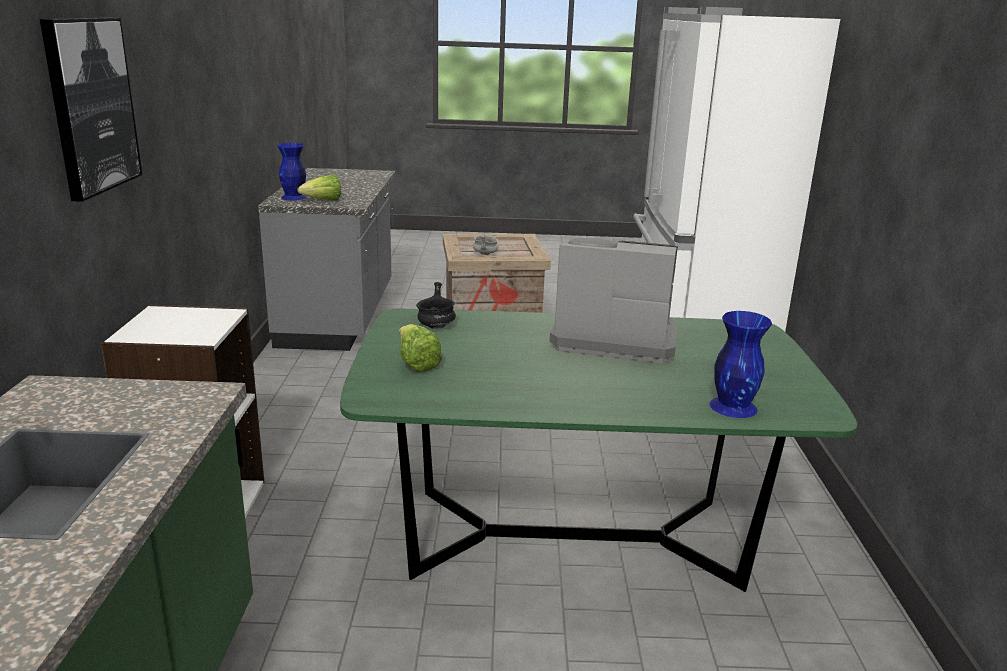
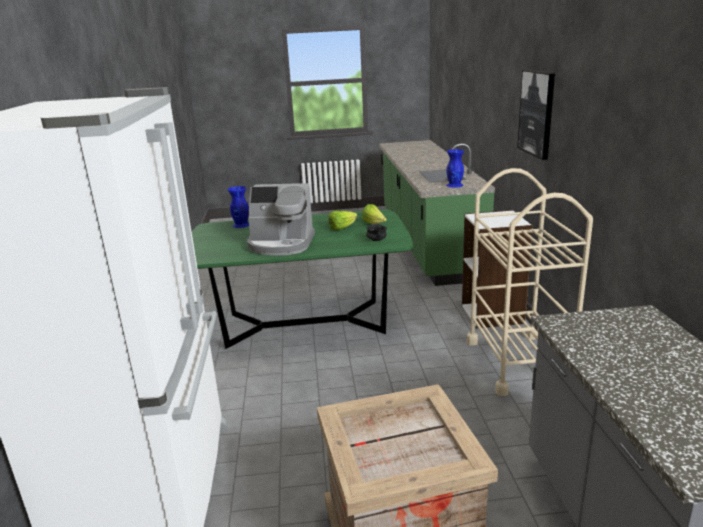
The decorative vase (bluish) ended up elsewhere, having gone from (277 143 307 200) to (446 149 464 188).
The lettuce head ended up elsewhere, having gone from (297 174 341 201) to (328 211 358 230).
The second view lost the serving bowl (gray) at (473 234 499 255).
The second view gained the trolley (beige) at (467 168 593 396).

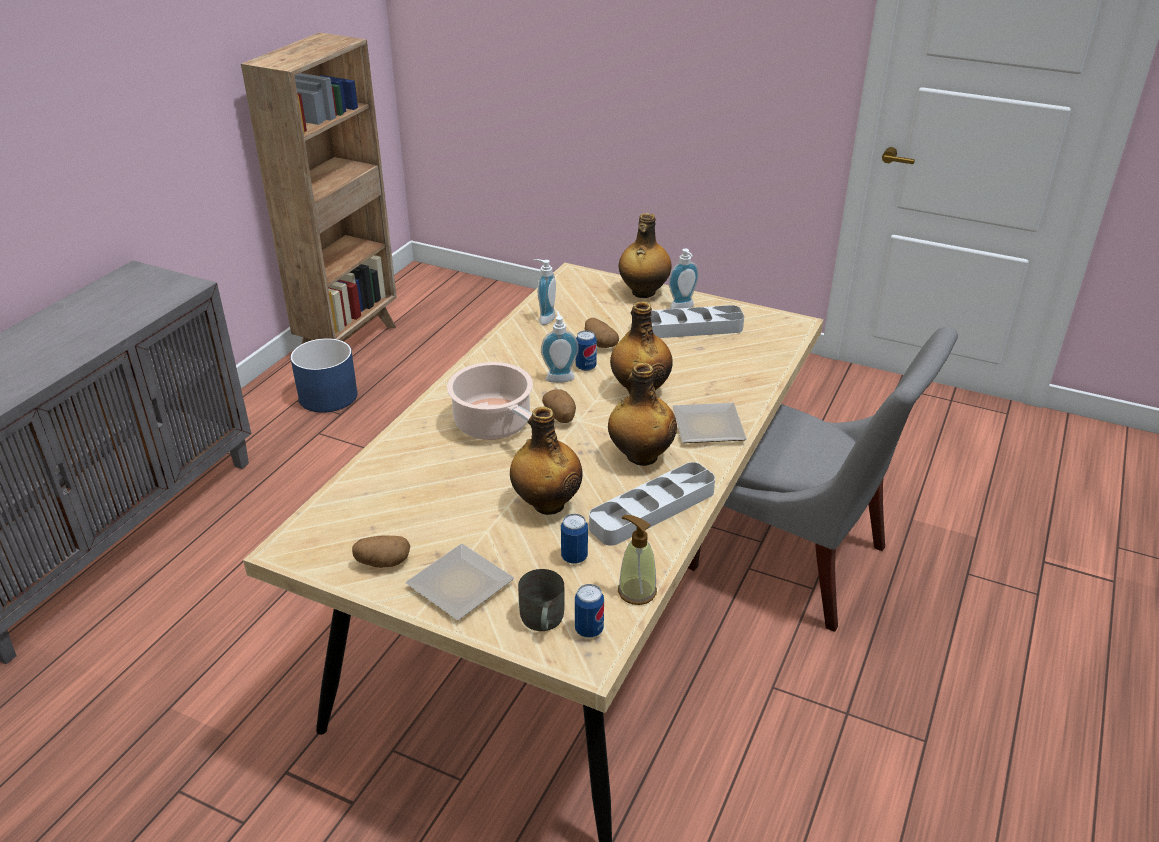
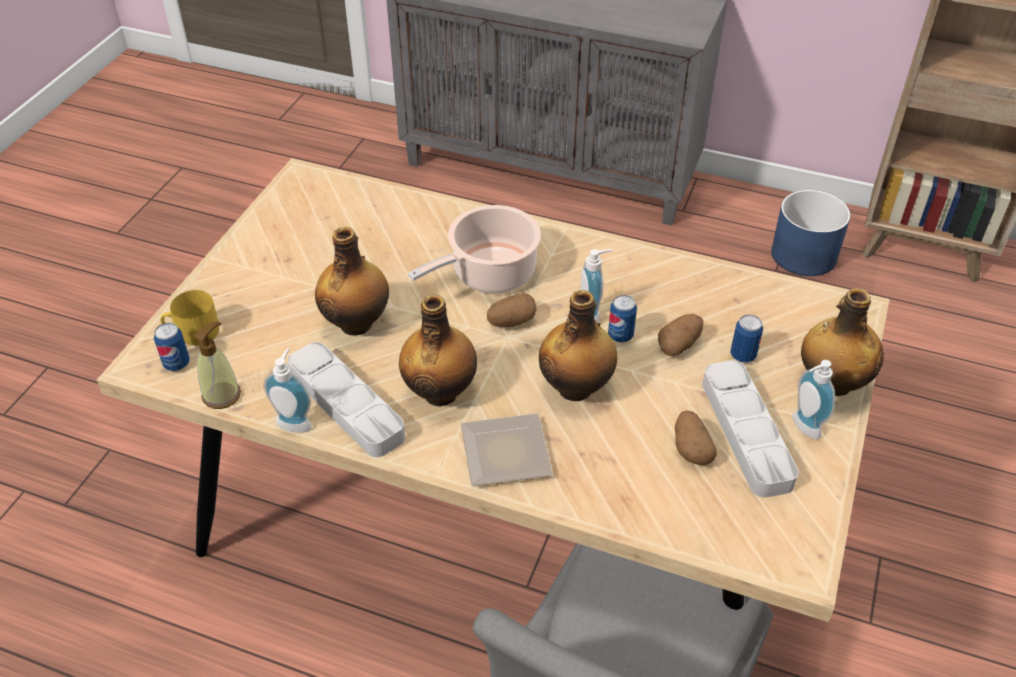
The spud ended up elsewhere, having gone from (352 536 410 568) to (675 410 717 465).
The second view lost the dinner plate at (405 544 514 620).
What was the coffee mug (gray) at (518 569 565 631) turned into the coffee mug (yellow-coloured) at (160 290 219 346).
The liquid soap bottle ended up elsewhere, having gone from (533 259 556 325) to (264 348 312 433).
The can ended up elsewhere, having gone from (561 514 588 564) to (730 314 763 363).

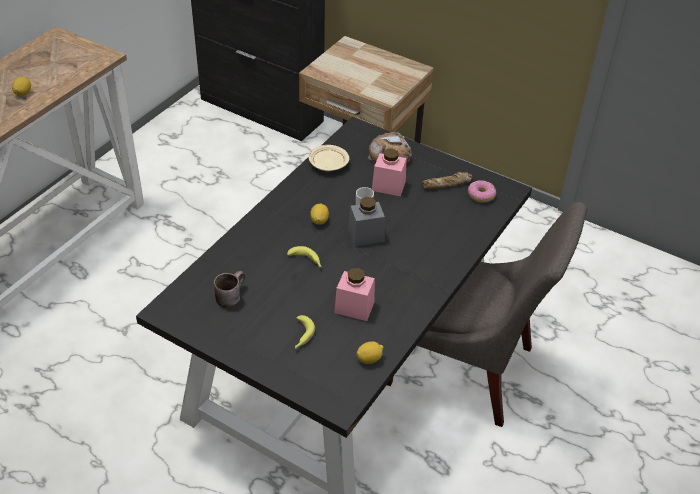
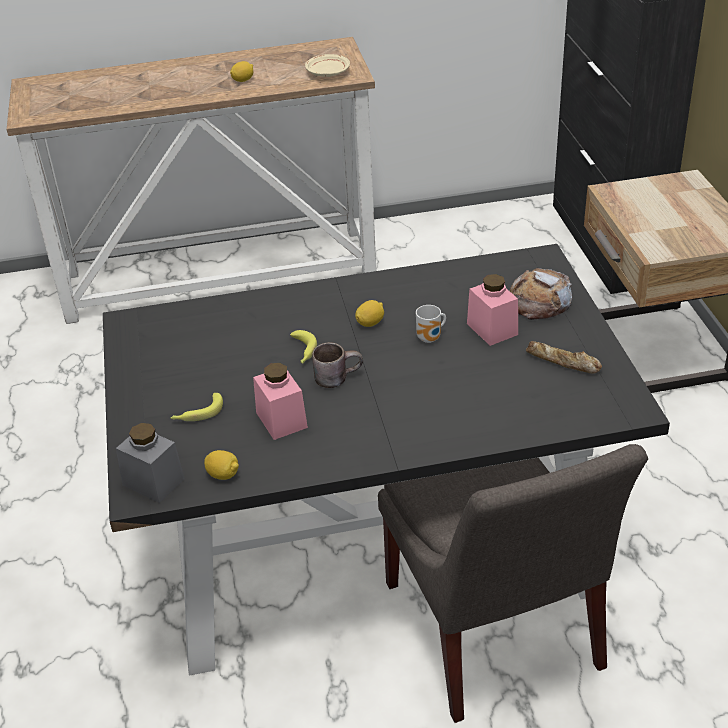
The coffee mug (brown-coloured) ended up elsewhere, having gone from (214 271 245 308) to (312 342 363 388).
The dinner plate (beige) ended up elsewhere, having gone from (309 145 349 171) to (305 54 350 77).
The preserve jar (gray) ended up elsewhere, having gone from (348 197 385 246) to (116 423 185 503).
The second view lost the doughnut at (468 180 496 202).

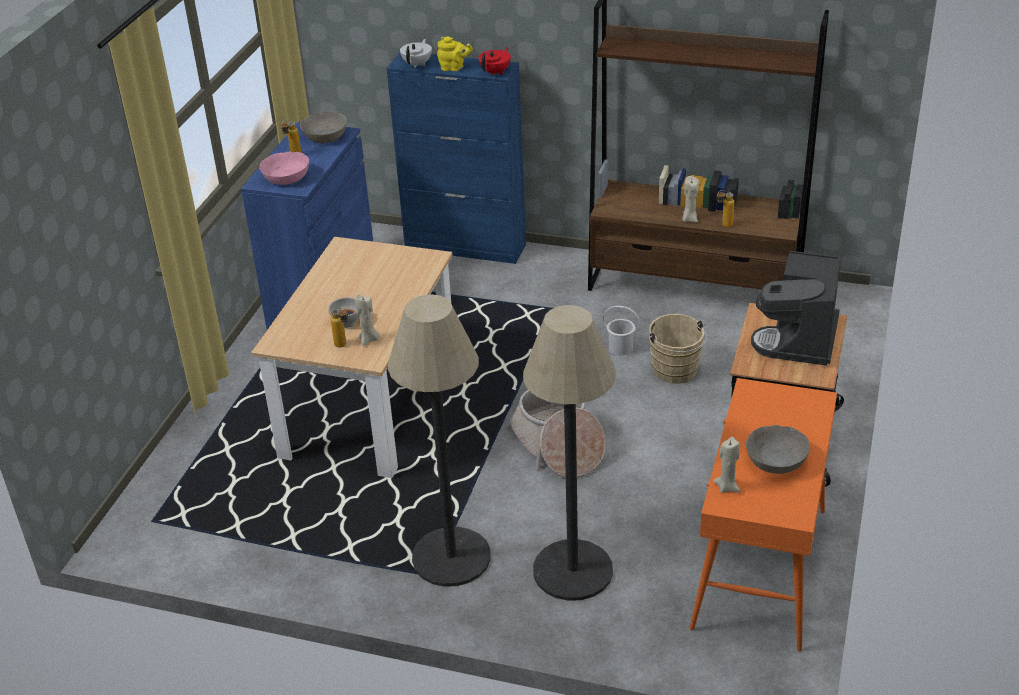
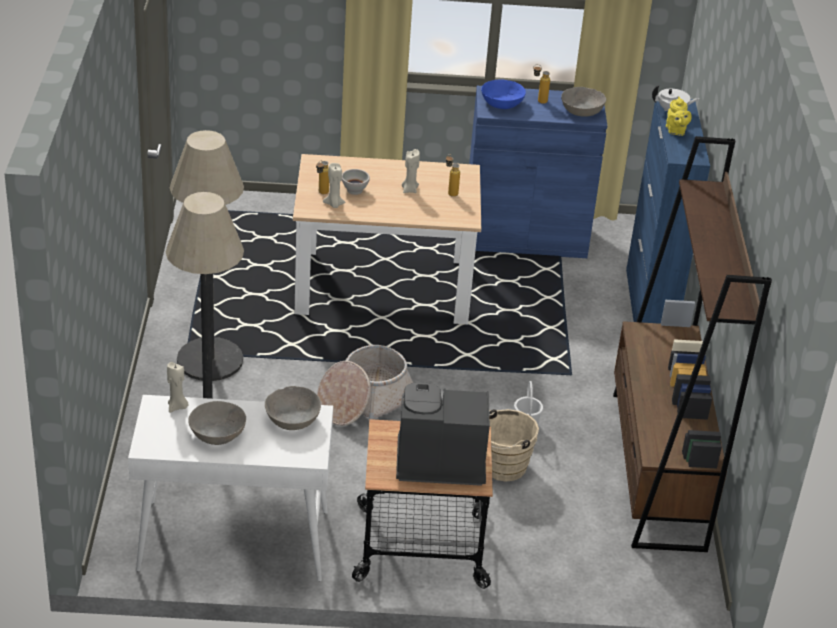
What was the serving bowl (pinkish) at (260 151 309 185) turned into the serving bowl (bluish) at (481 79 526 109).
The second view lost the tea pot (reddish) at (478 47 511 76).
The wax light (beige) ended up elsewhere, having gone from (682 176 699 222) to (402 149 420 193).
What was the console table (orange) at (690 378 837 651) turned into the console table (white-coloured) at (128 395 333 582).
The bottle ended up elsewhere, having gone from (717 190 734 227) to (446 154 460 197).
The second view gained the serving bowl (gray) at (265 386 321 430).

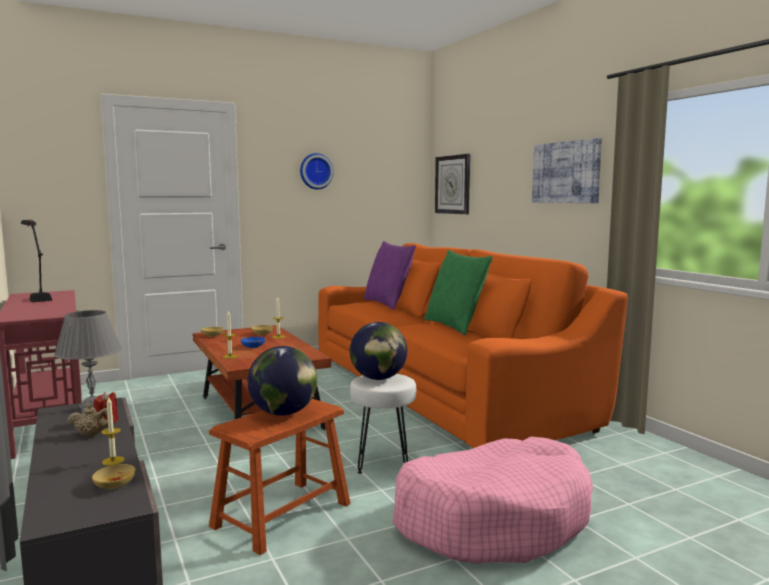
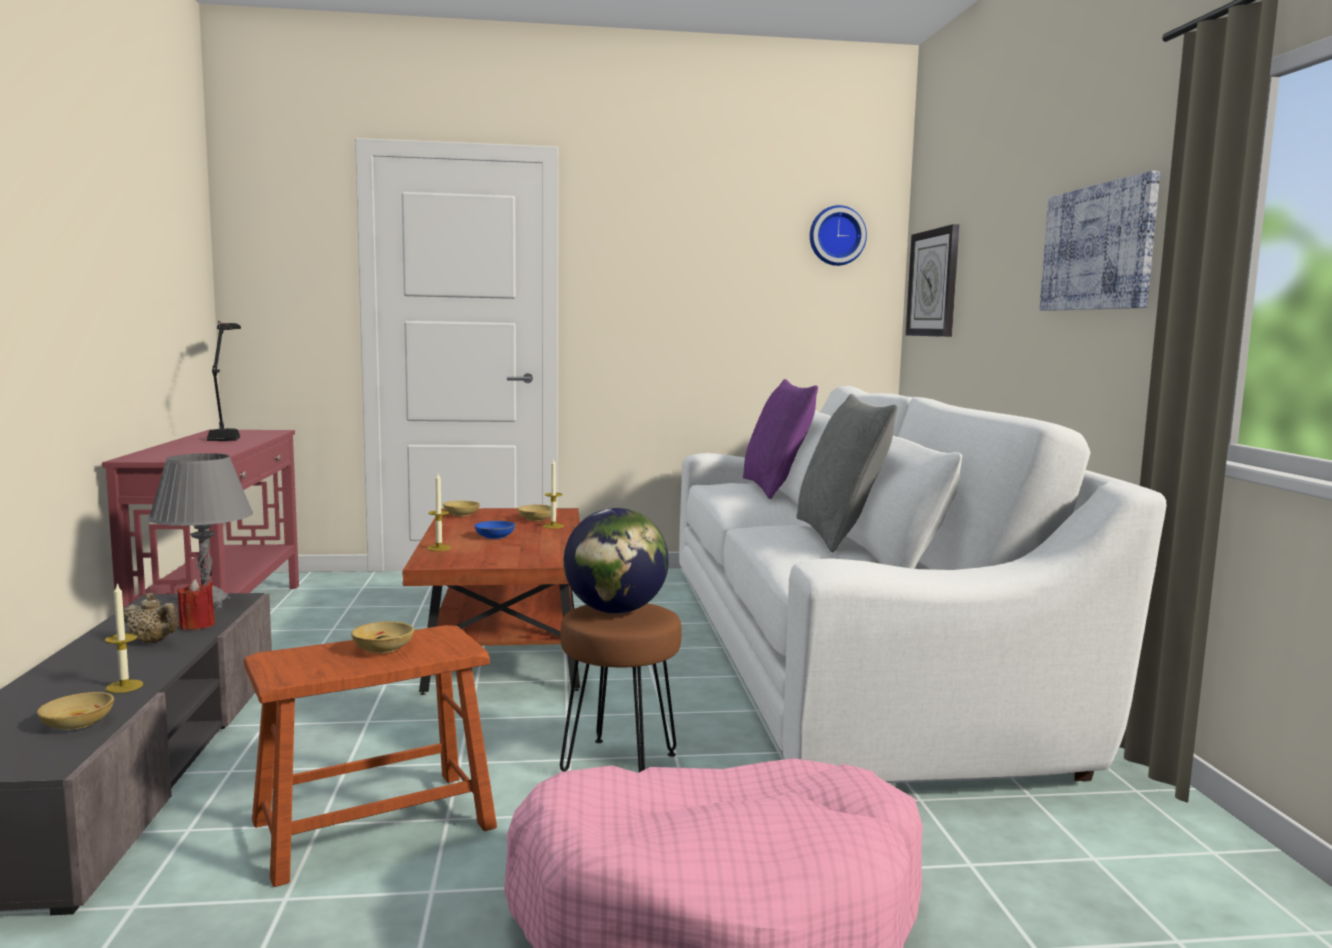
Where the world globe stood at (248 346 317 416), the serving bowl (beige) came to stand at (351 621 414 653).
The wall clock ended up elsewhere, having gone from (300 153 334 189) to (810 205 867 266).
What was the couch (orange) at (318 243 628 448) turned into the couch (white-coloured) at (679 386 1166 783).
What was the stool (white-coloured) at (350 374 416 474) turned into the stool (brown-coloured) at (560 603 682 772).
What was the cushion (green) at (424 250 493 335) turned into the cushion (gray) at (796 394 898 552).

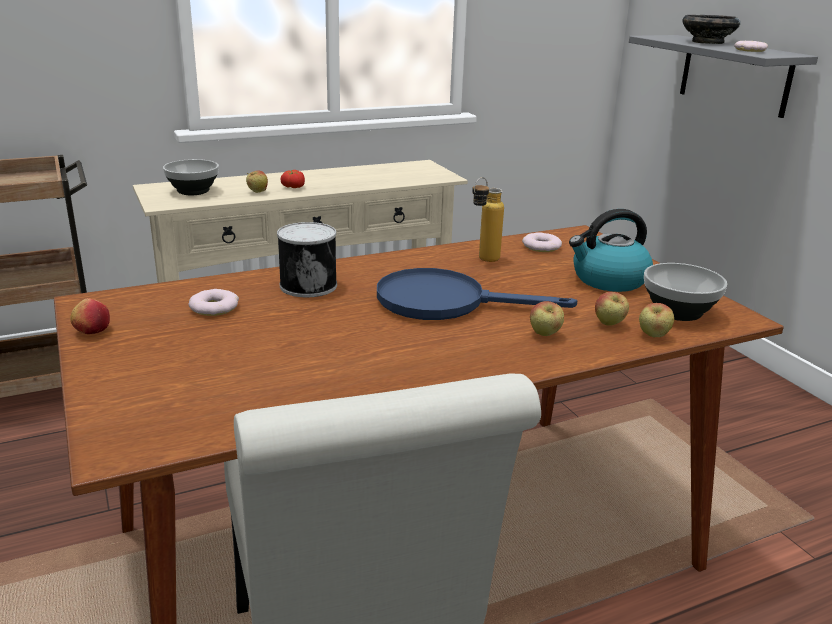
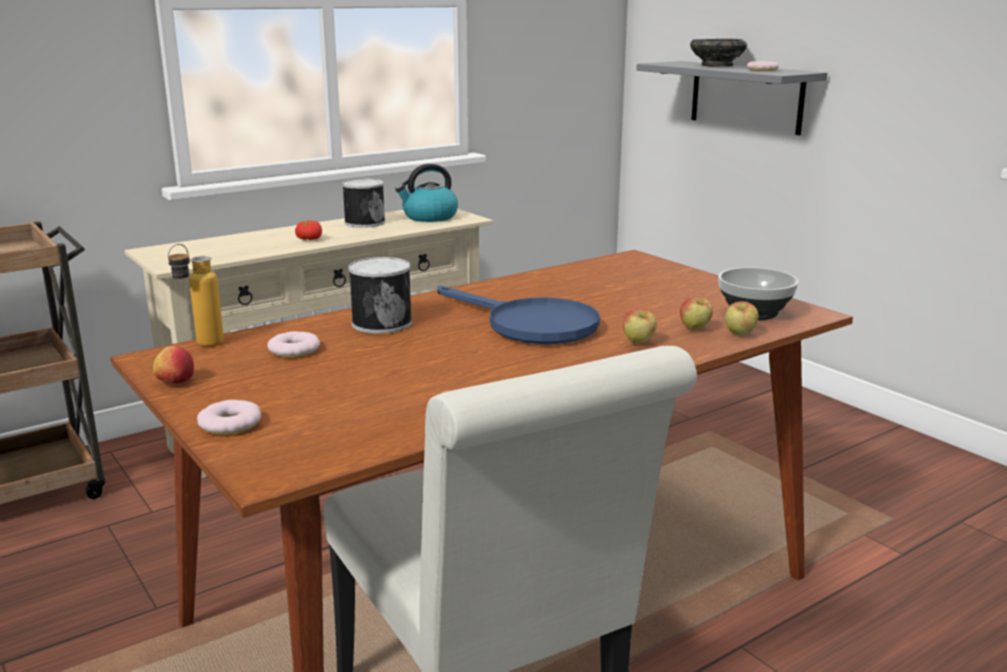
The second view lost the serving bowl at (163 159 219 195).
The second view lost the whole apple at (246 171 268 193).
The pan (bluish) at (377 268 577 320) ended up facing another way, 135 degrees counterclockwise from before.
The bottle ended up elsewhere, having gone from (472 177 504 262) to (168 244 224 347).
The doughnut ended up elsewhere, having gone from (522 232 562 252) to (197 400 261 435).
The kettle ended up elsewhere, having gone from (569 209 653 292) to (395 164 458 222).
The second view gained the can at (342 179 385 228).

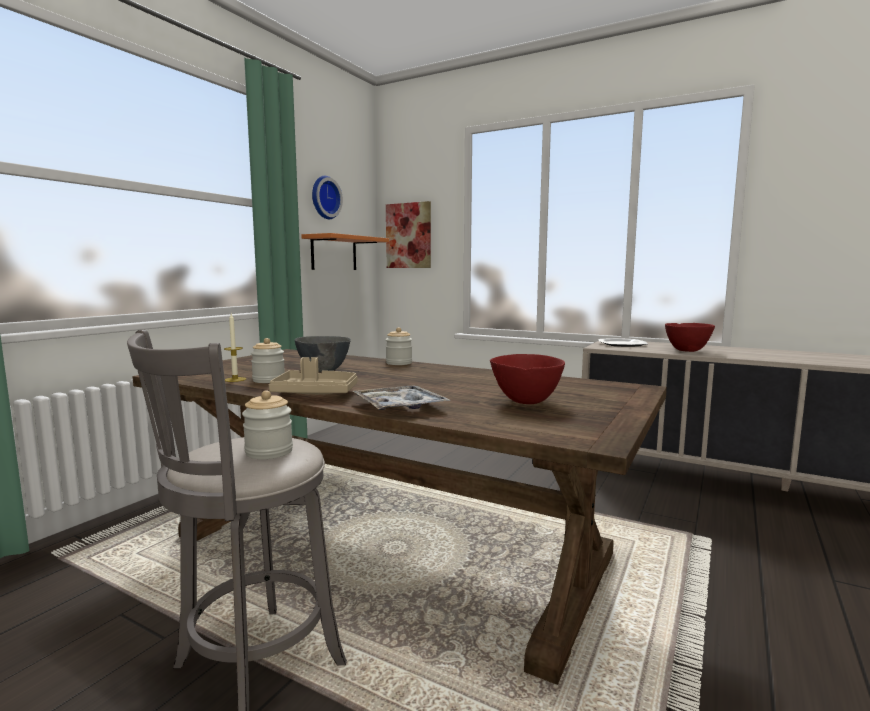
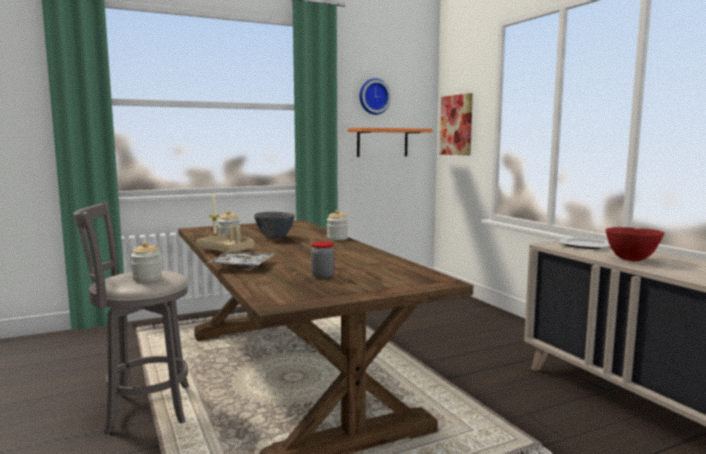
Where the serving bowl (reddish) stood at (490 354 565 404), the preserve jar came to stand at (311 242 335 279).

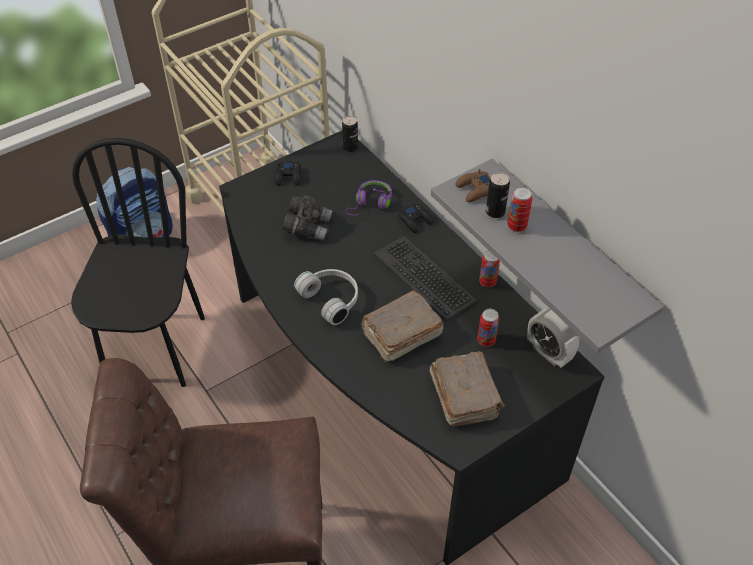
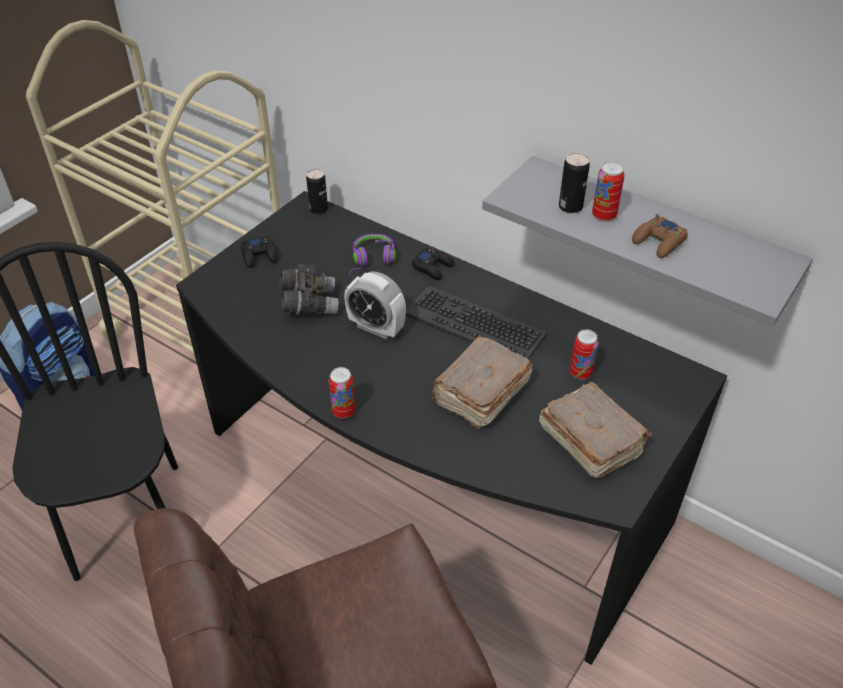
The second view lost the headphones (white-coloured) at (294 269 358 325).
The gamepad (brown-coloured) ended up elsewhere, having gone from (456 169 491 202) to (632 214 688 258).
The can ended up elsewhere, having gone from (479 250 500 287) to (329 367 355 418).
The alarm clock ended up elsewhere, having gone from (527 309 579 368) to (344 272 406 339).

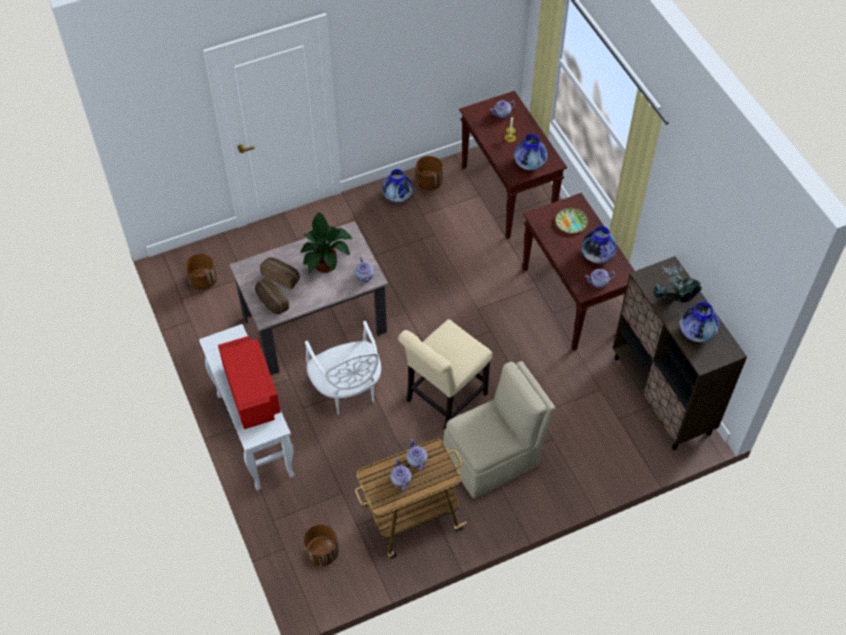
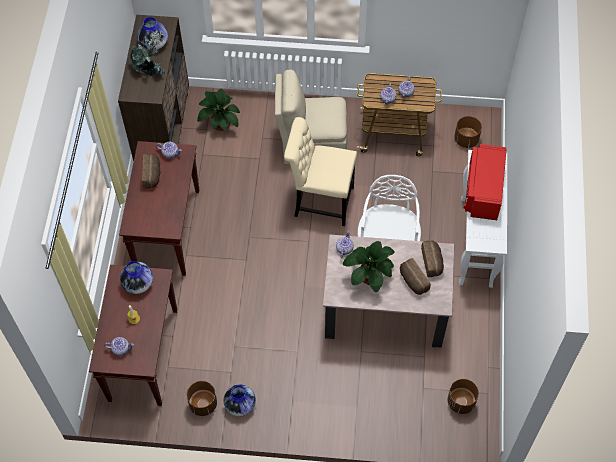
The chair (beige) at (398 319 493 429) ended up facing another way, 150 degrees counterclockwise from before.
The second view lost the dinner plate at (556 208 588 233).
Where the decorative vase stood at (581 226 617 264), the bakery bread came to stand at (142 154 161 188).
The second view gained the plant in a pot at (197 89 240 131).

